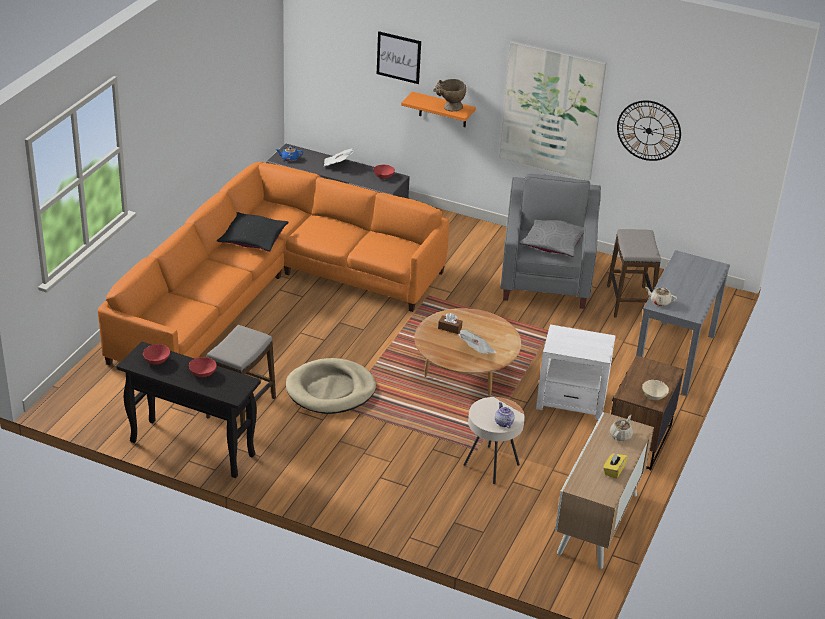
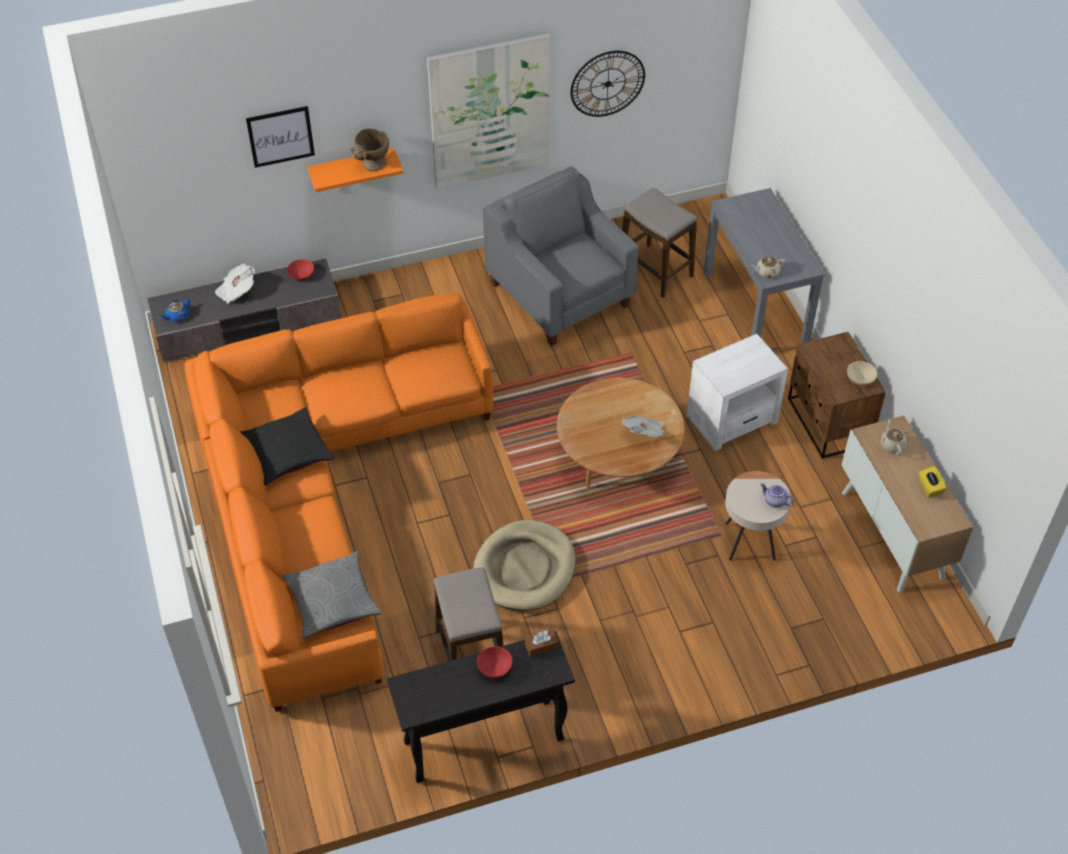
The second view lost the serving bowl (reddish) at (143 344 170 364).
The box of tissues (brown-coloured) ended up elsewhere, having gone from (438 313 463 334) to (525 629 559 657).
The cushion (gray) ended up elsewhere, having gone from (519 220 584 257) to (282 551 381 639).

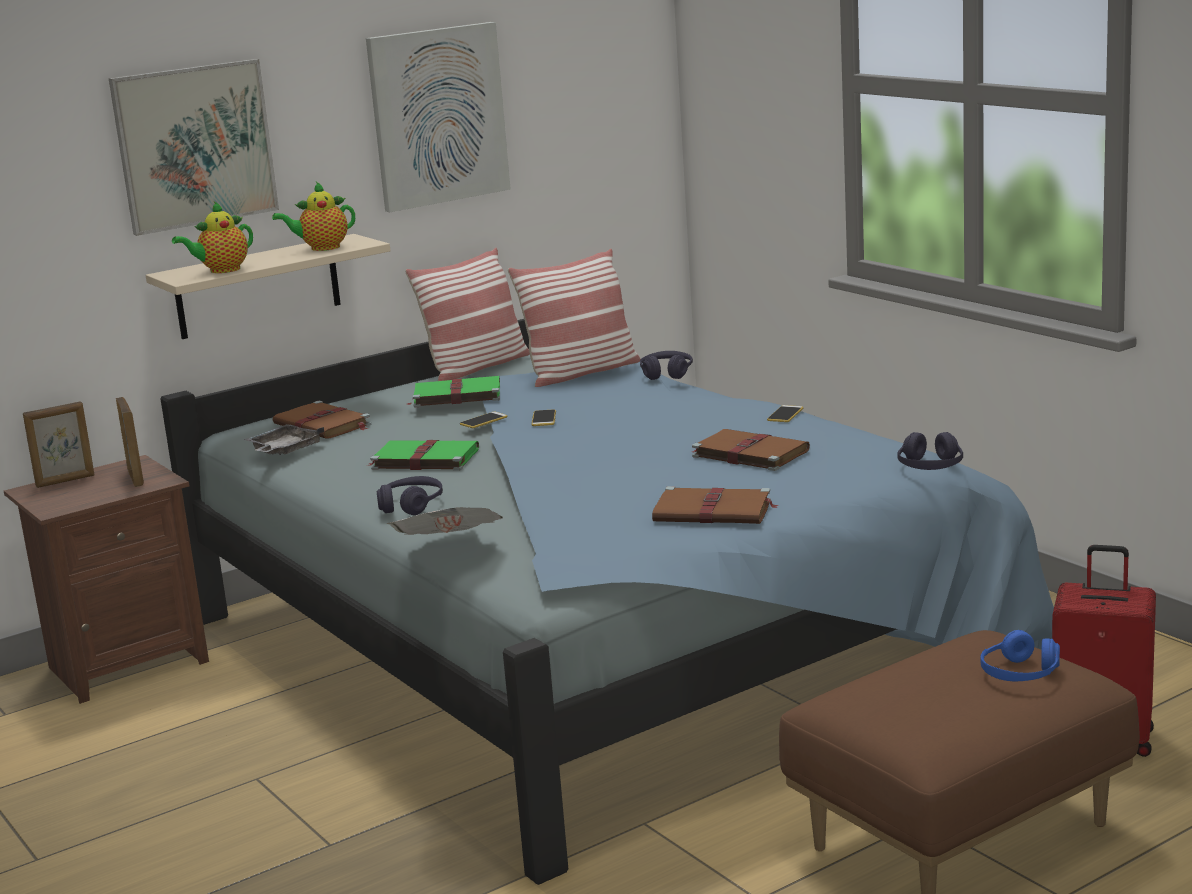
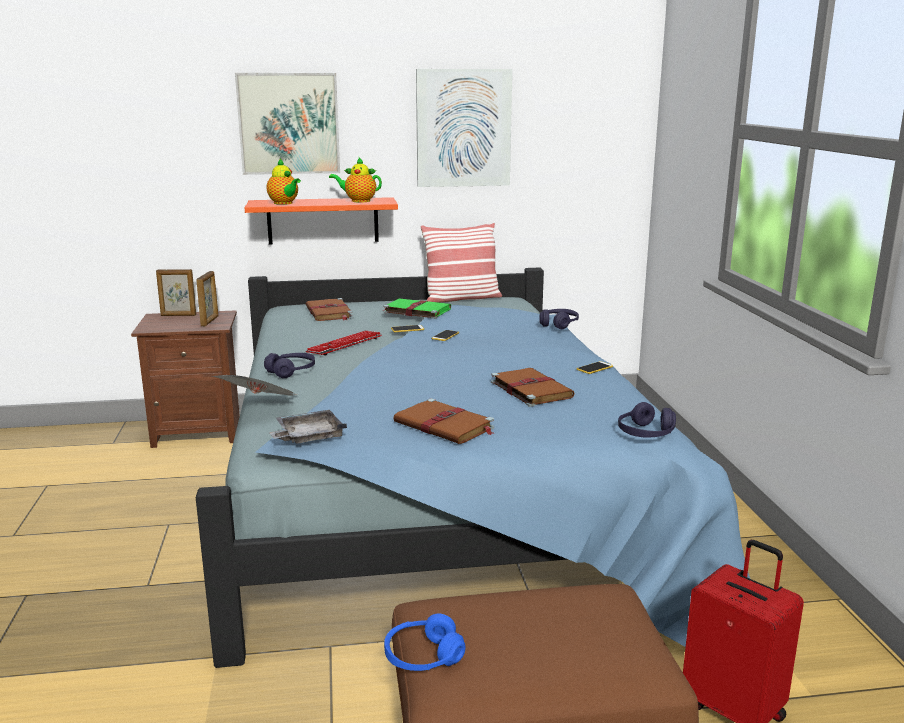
What was the bracket shelf (beige) at (146 234 390 339) turned into the bracket shelf (orange) at (245 197 398 245).
The tea pot at (172 201 253 273) ended up facing another way, 120 degrees counterclockwise from before.
The serving tray (gray) ended up elsewhere, having gone from (244 424 324 455) to (269 410 347 444).
Where the book (green) stood at (366 440 479 471), the keyboard came to stand at (306 330 382 356).
The second view lost the cushion at (508 249 641 387).
The headphones (bluish) ended up elsewhere, having gone from (981 630 1060 681) to (384 614 465 671).

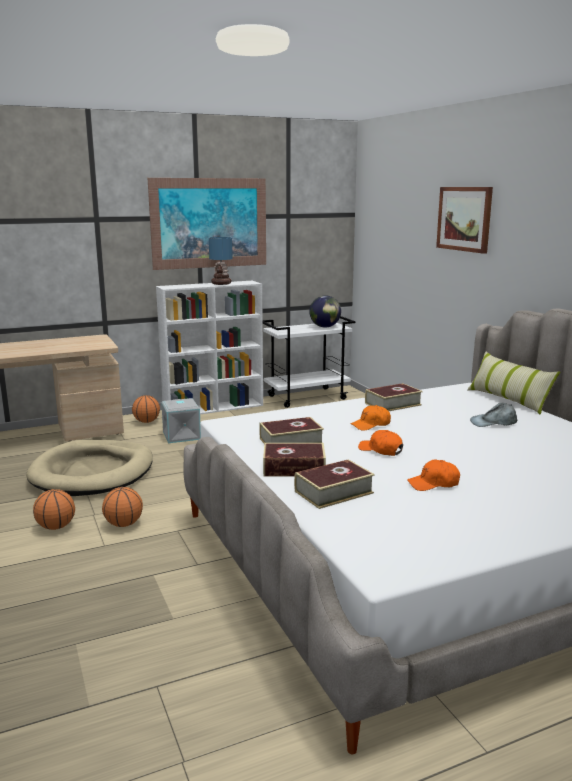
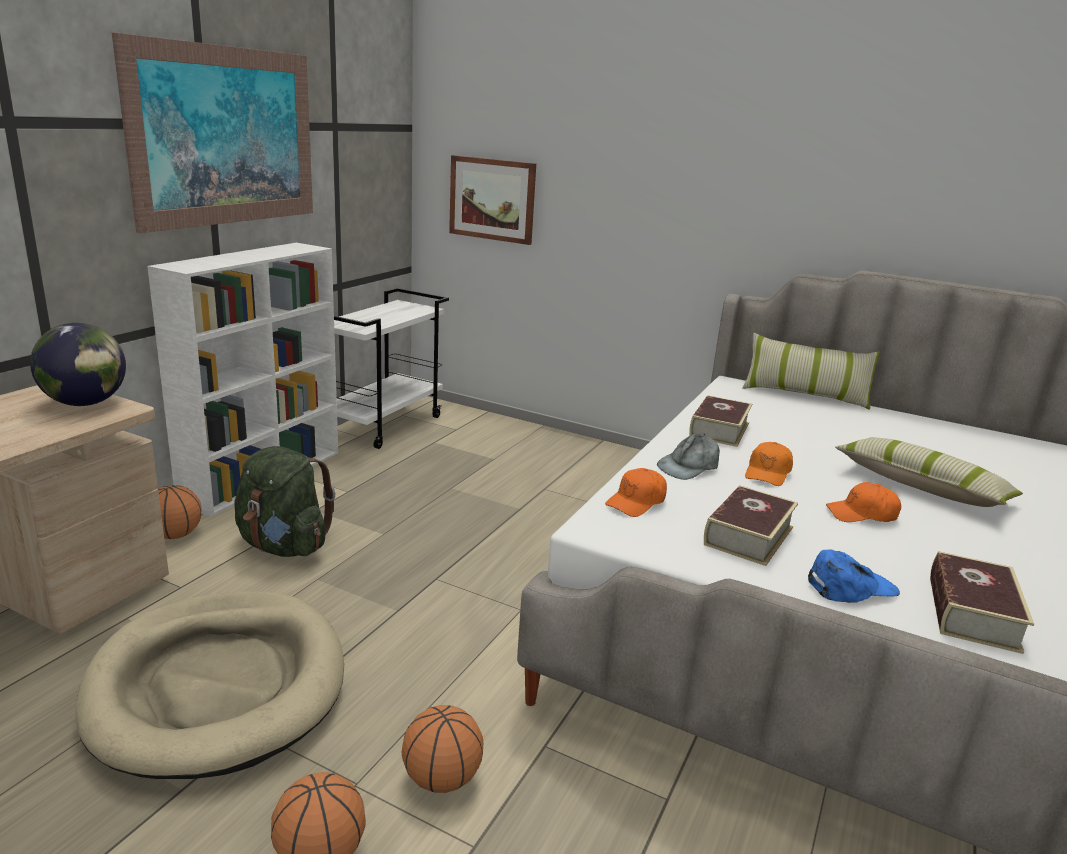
Where the storage bin (gray) stood at (161 398 201 443), the backpack (green) came to stand at (234 446 335 557).
The second view lost the lamp for a table at (209 237 233 285).
Where the book stood at (263 443 326 476), the baseball cap (bluish) came to stand at (808 549 900 603).
The world globe ended up elsewhere, having gone from (309 295 341 327) to (30 323 126 406).
The baseball cap (orange) ended up elsewhere, having gone from (407 460 460 491) to (605 468 667 517).
The picture ended up elsewhere, having gone from (436 187 493 254) to (449 155 536 245).
The baseball cap (gray) ended up elsewhere, having gone from (470 403 518 427) to (657 433 720 480).
The second view gained the cushion at (835 437 1023 507).

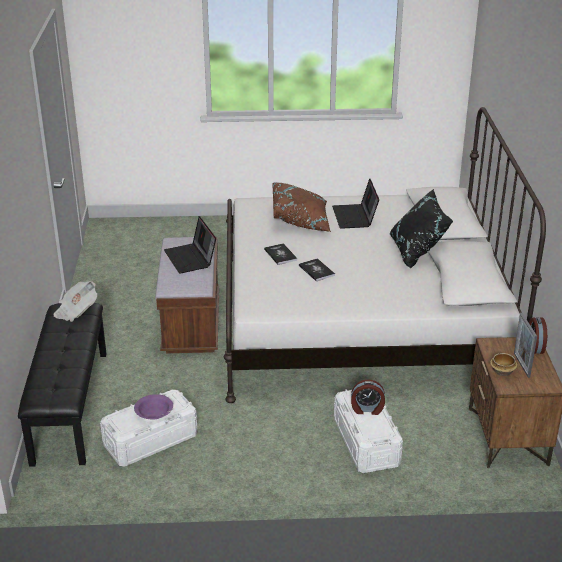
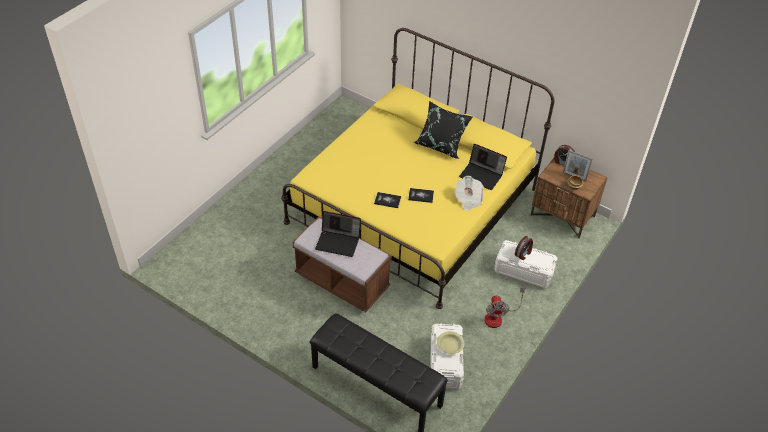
The daily paper ended up elsewhere, having gone from (53 281 97 322) to (454 176 484 211).
What was the serving bowl (purplish) at (134 394 173 420) turned into the serving bowl (yellow-coloured) at (437 331 464 354).
What was the sleeping bed (white-coloured) at (224 107 546 403) turned into the sleeping bed (yellow-coloured) at (281 28 554 309).
The second view lost the cushion (brown-coloured) at (272 182 331 232).
The laptop ended up elsewhere, having gone from (332 178 379 229) to (459 144 507 190).
The second view gained the electric fan at (484 288 525 328).

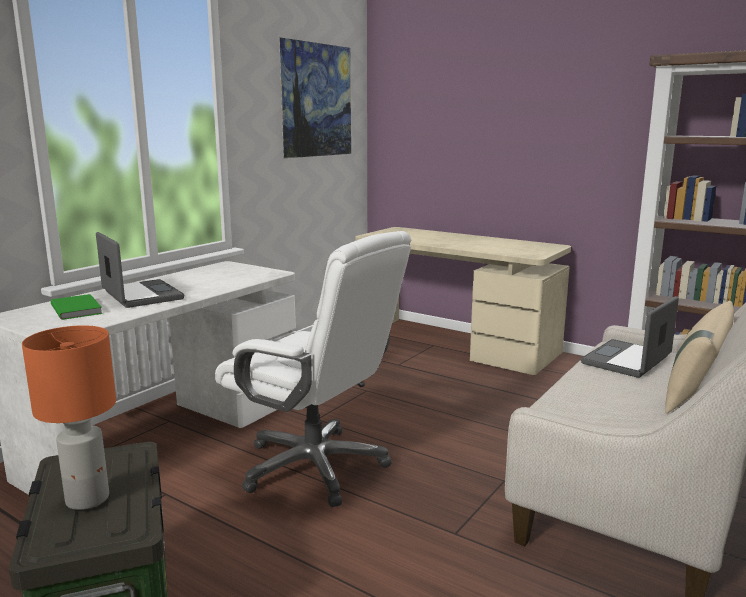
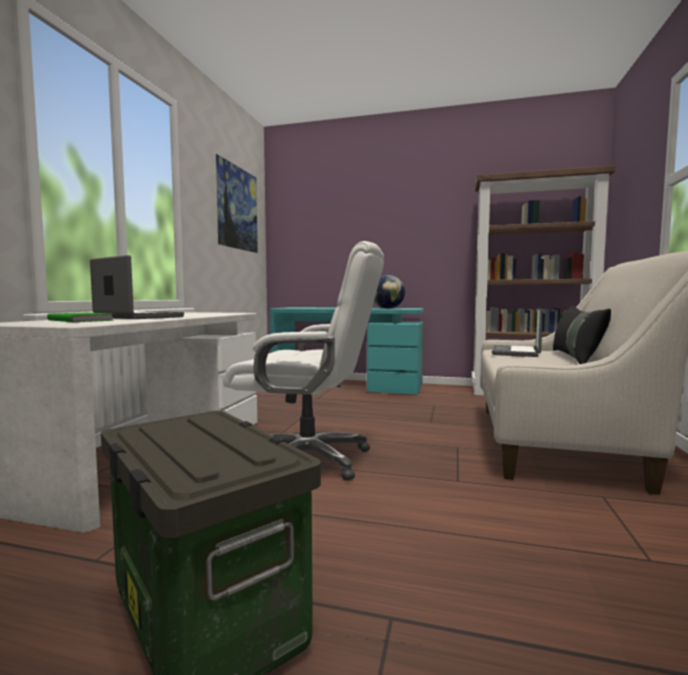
The second view lost the lamp for a table (orange) at (22 325 116 510).
What was the desk table (beige) at (355 227 571 375) turned into the desk table (blue-green) at (270 307 424 394).
What was the cushion (beige) at (665 301 734 414) turned into the cushion (blackish) at (553 306 611 364).
The second view gained the world globe at (374 275 405 309).

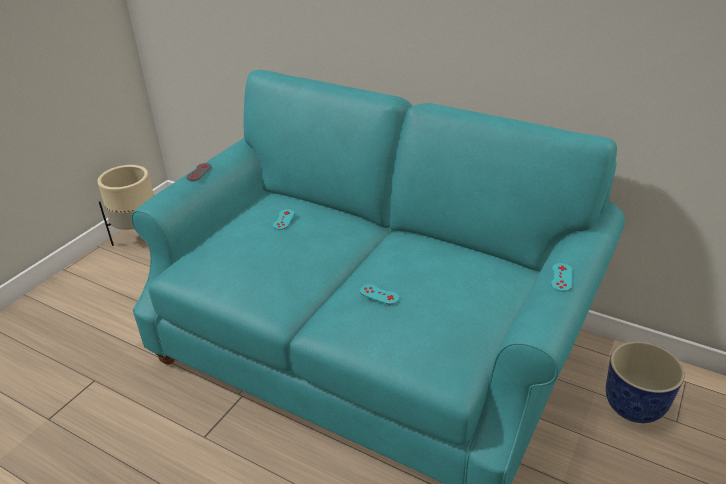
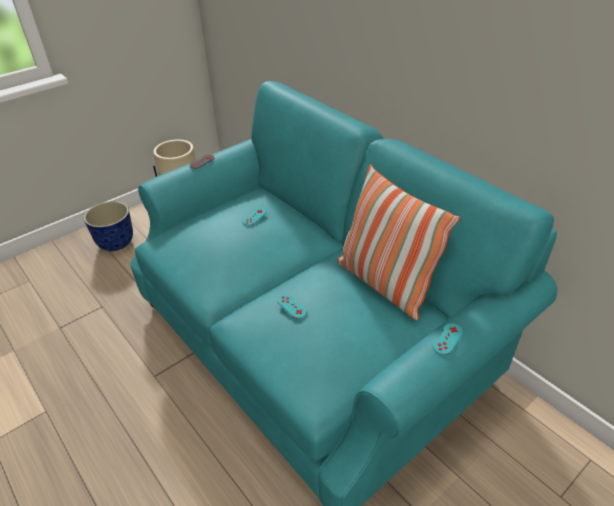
The planter ended up elsewhere, having gone from (606 341 685 423) to (84 201 133 251).
The second view gained the cushion at (337 165 460 320).

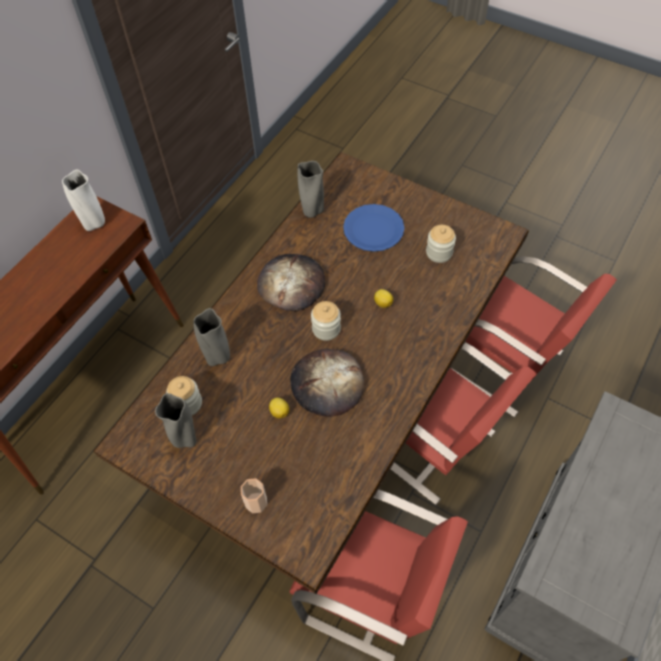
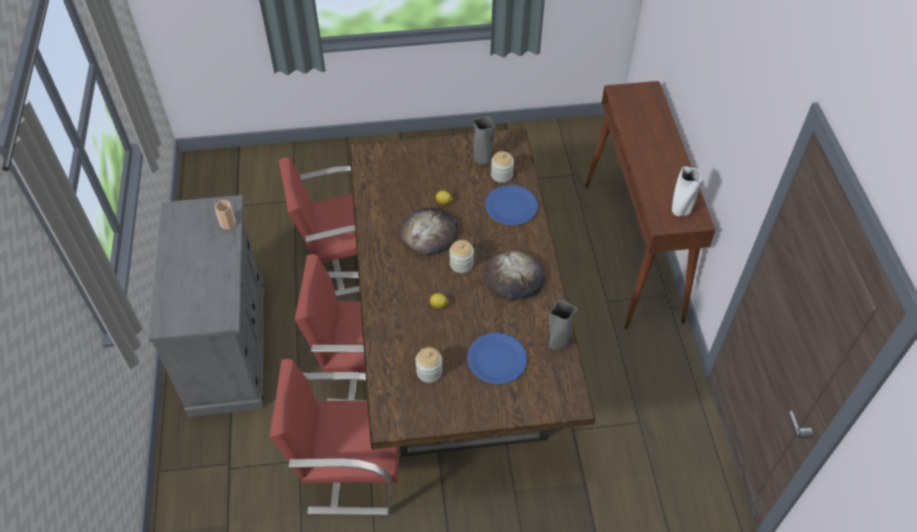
Where the decorative vase (gray) stood at (193 308 230 366), the dinner plate (bluish) came to stand at (485 185 538 225).
The small cup ended up elsewhere, having gone from (241 478 267 513) to (215 200 236 229).

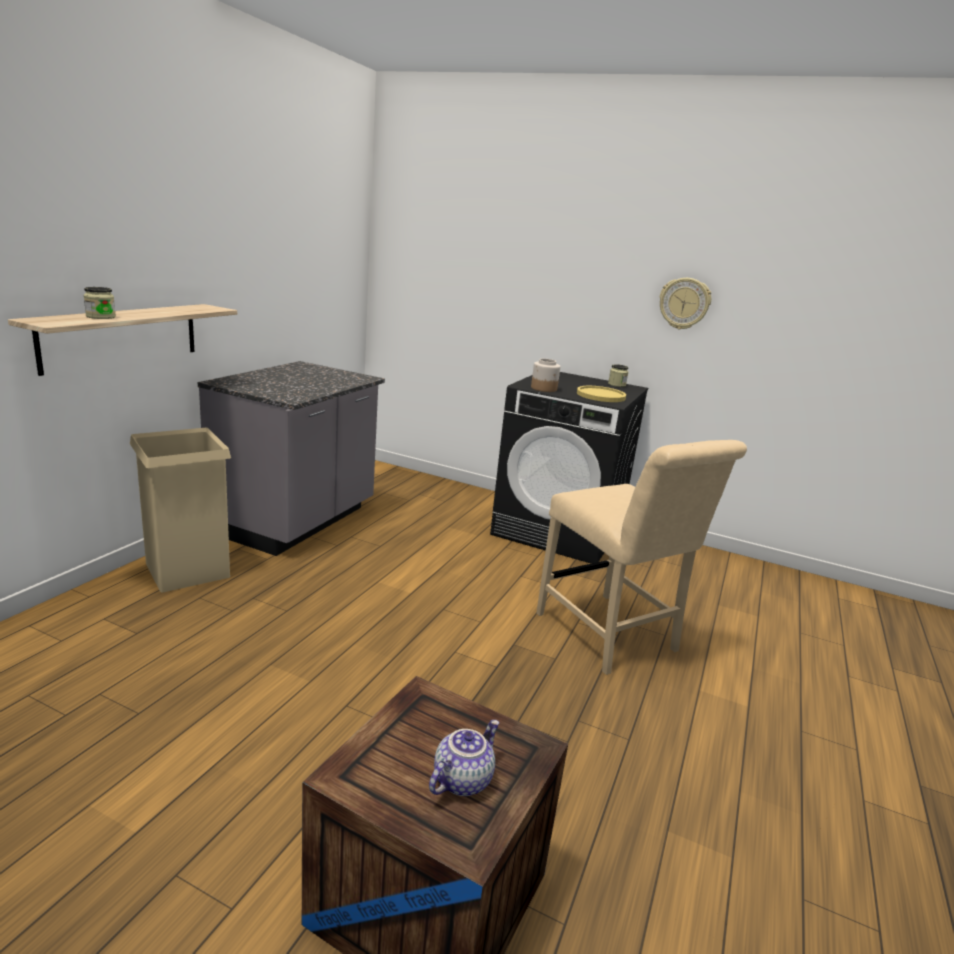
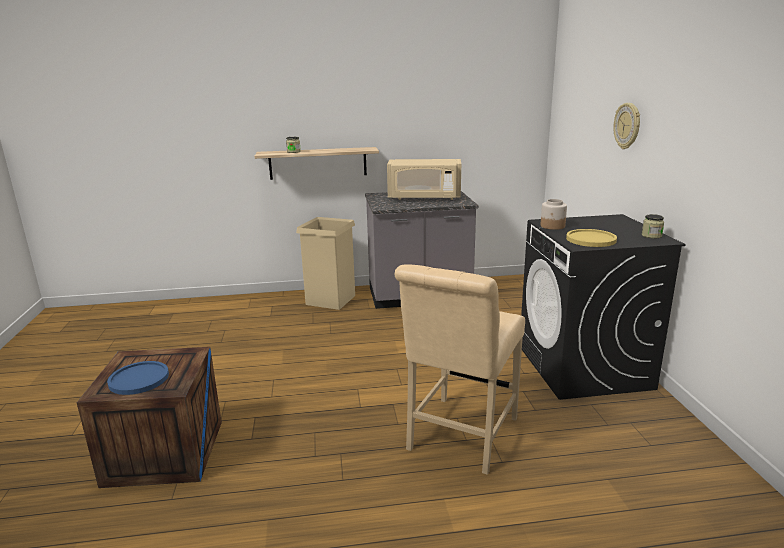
Where the tea pot stood at (429 720 499 796), the dinner plate (bluish) came to stand at (107 361 169 395).
The wall clock ended up elsewhere, having gone from (660 278 711 330) to (613 103 640 149).
The second view gained the kitchen microwave (beige) at (387 159 461 200).

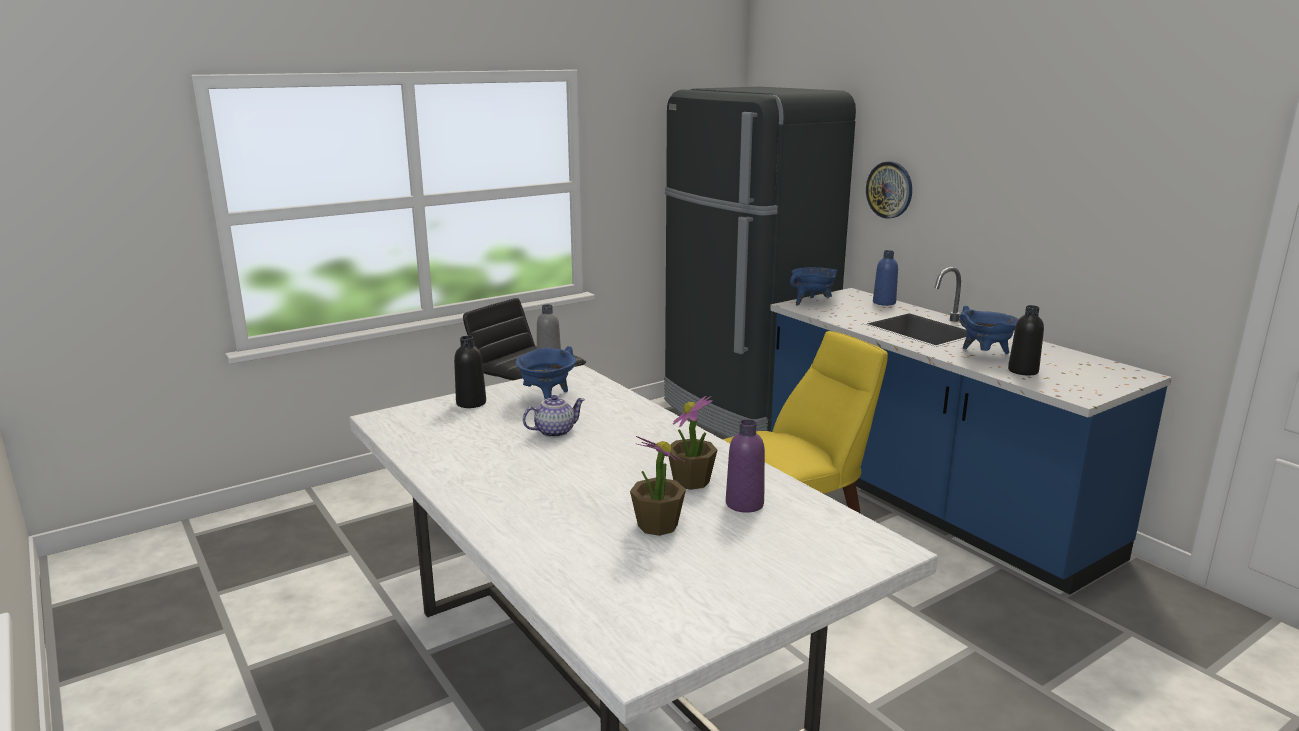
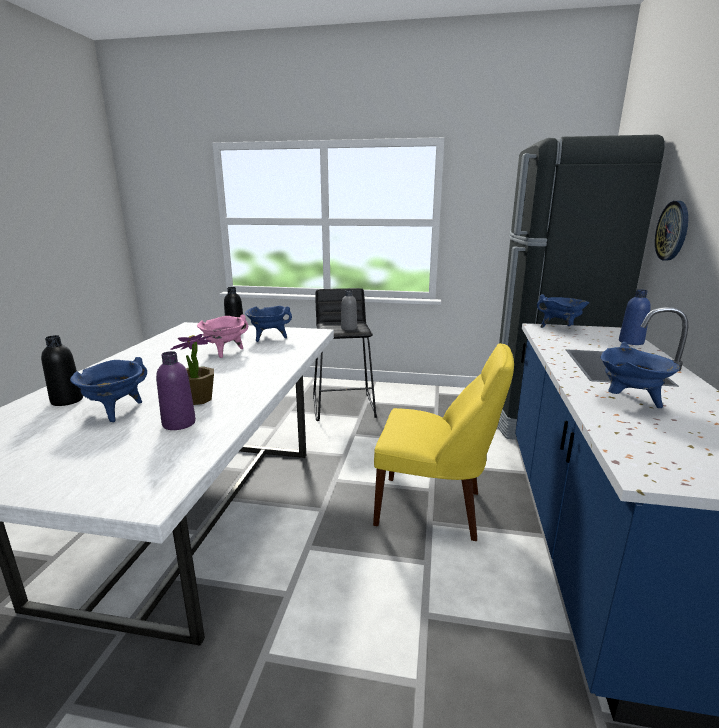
Where the tea pot stood at (523 395 585 437), the saucepot (pinkish) came to stand at (197 315 248 358).
Where the plant in a pot stood at (630 436 686 536), the saucepot (bluish) came to stand at (70 357 147 422).
The bottle (blackish) ended up elsewhere, having gone from (1008 305 1044 375) to (41 335 83 406).

